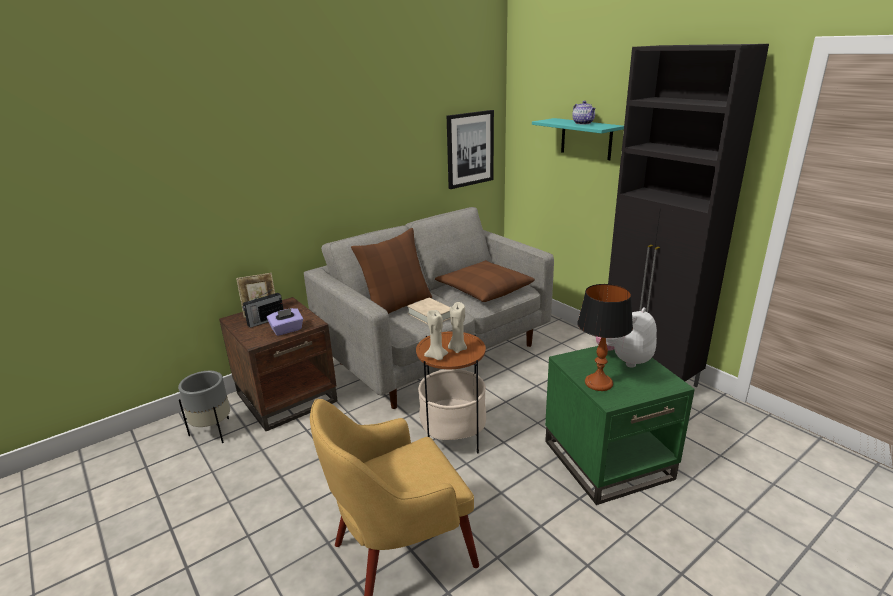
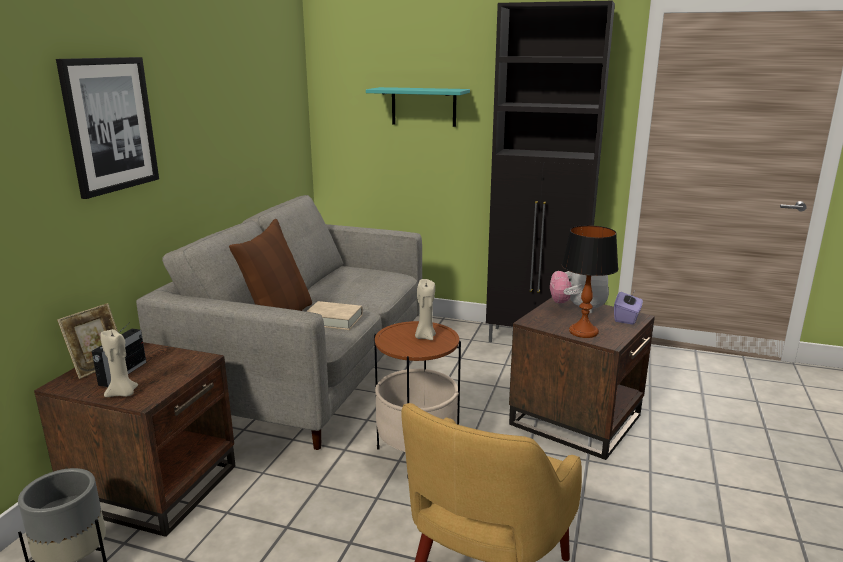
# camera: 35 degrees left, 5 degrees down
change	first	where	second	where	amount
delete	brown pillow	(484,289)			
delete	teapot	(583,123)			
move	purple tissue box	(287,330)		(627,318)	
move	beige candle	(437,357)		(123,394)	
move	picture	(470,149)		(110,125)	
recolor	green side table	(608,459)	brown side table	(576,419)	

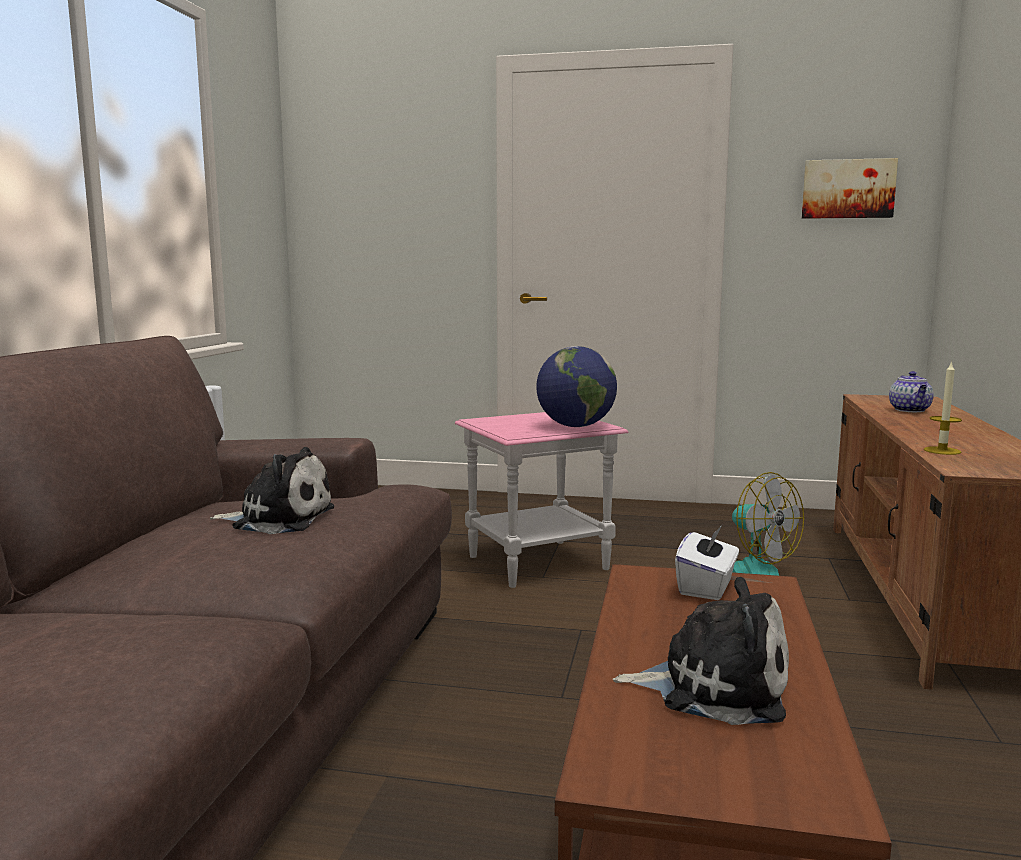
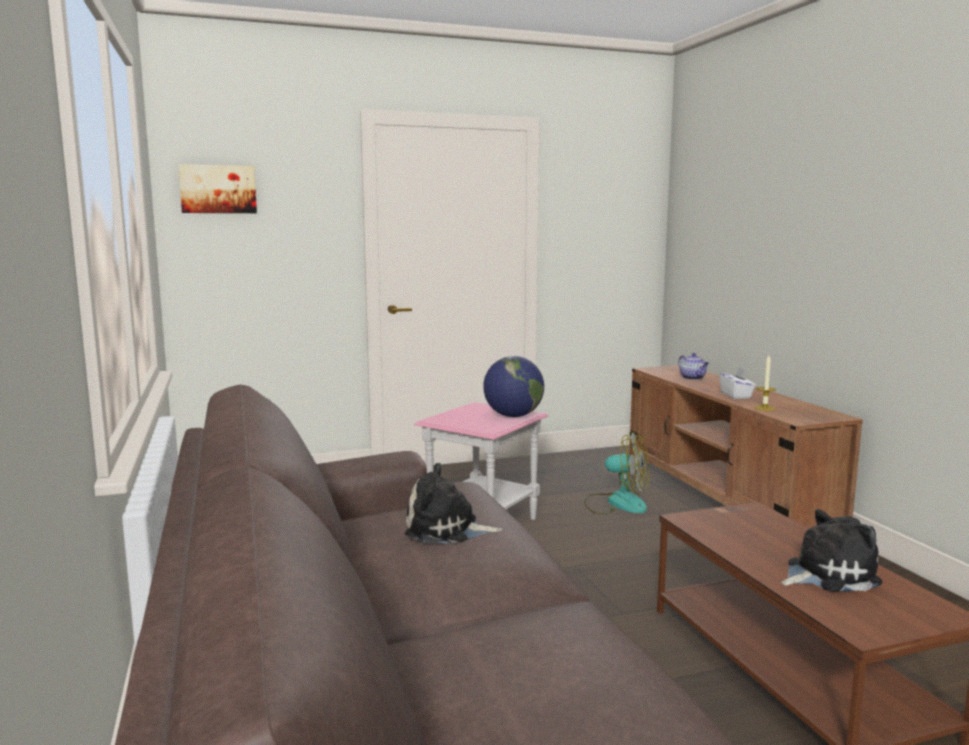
# camera: 30 degrees left, 0 degrees up
change	first	where	second	where	amount
move	white tissue box	(706,587)		(736,395)	
move	picture	(848,189)		(218,189)	
rotate	plush toy	(279,519)		(446,530)	150 degrees counterclockwise

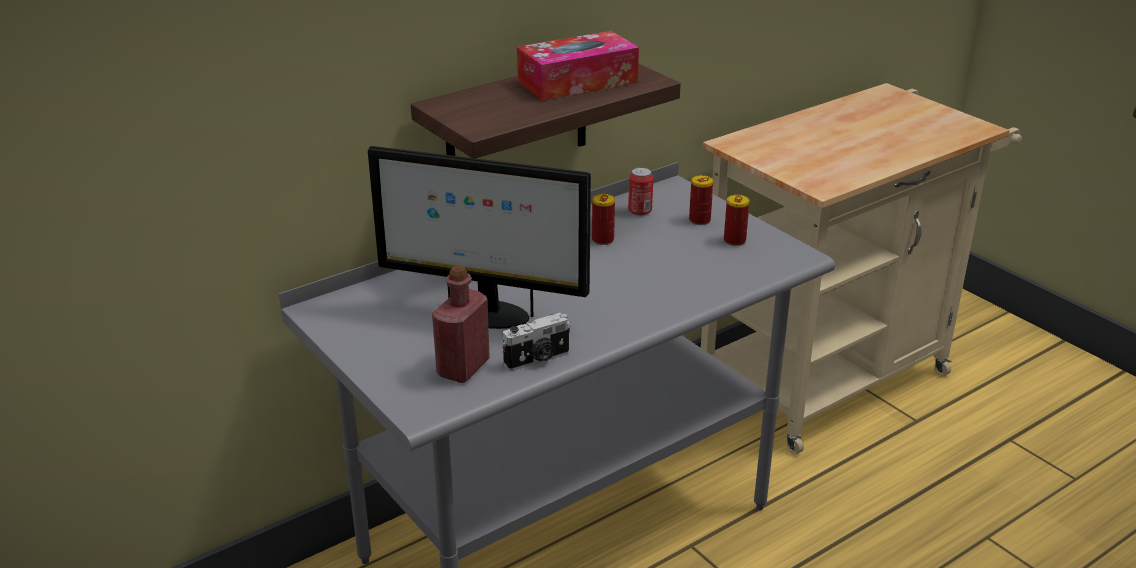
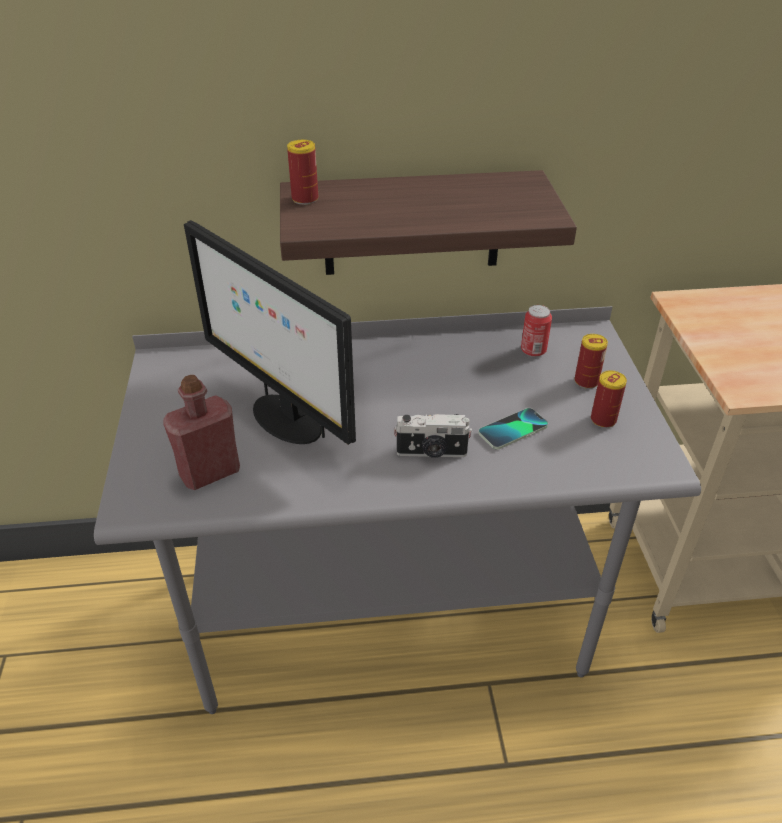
# camera: 30 degrees right, 10 degrees up
change	first	where	second	where	amount
delete	tissue box	(577,82)			
insert			phone	(513,430)	
move	photo camera	(538,360)		(431,453)	
move	can	(602,240)		(305,199)	

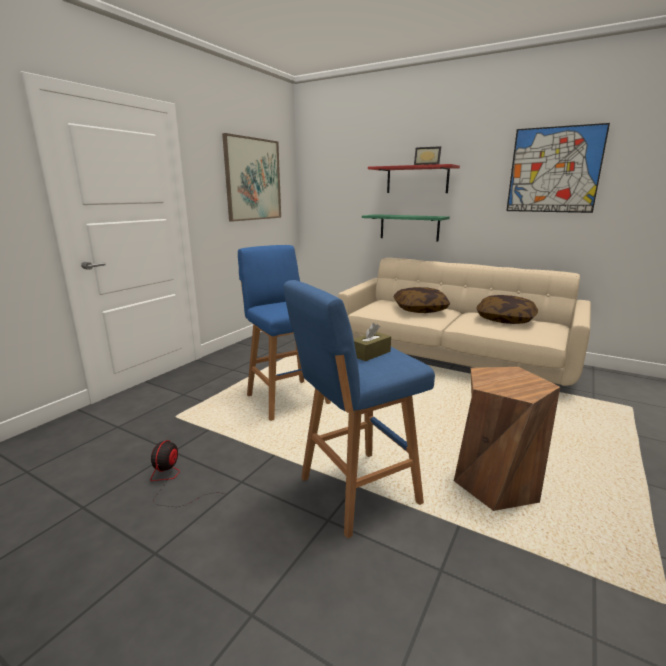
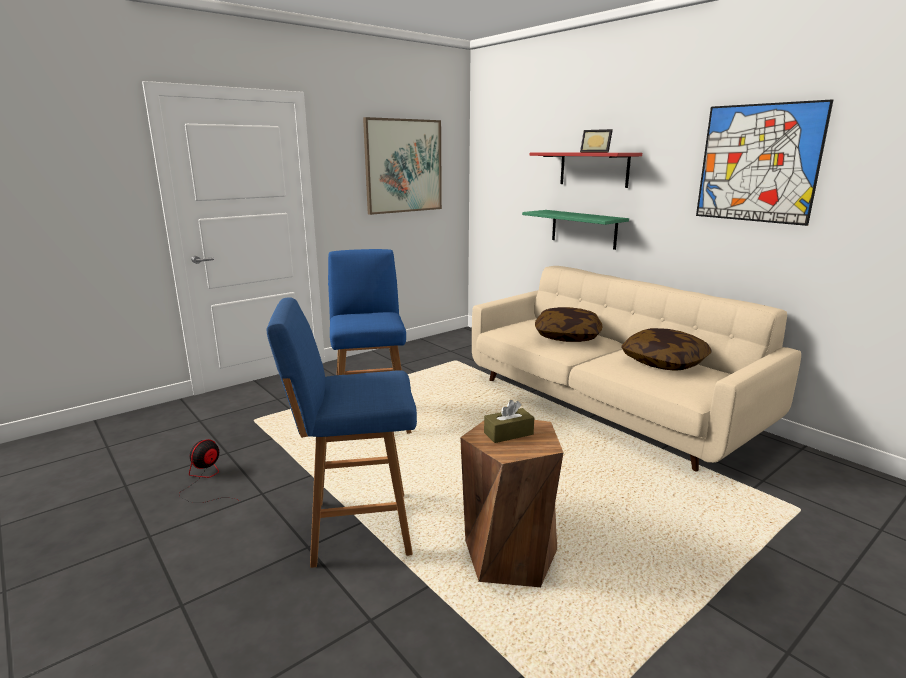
# camera: 20 degrees right, 0 degrees up
change	first	where	second	where	amount
move	brown tissue box	(370,353)		(508,433)	

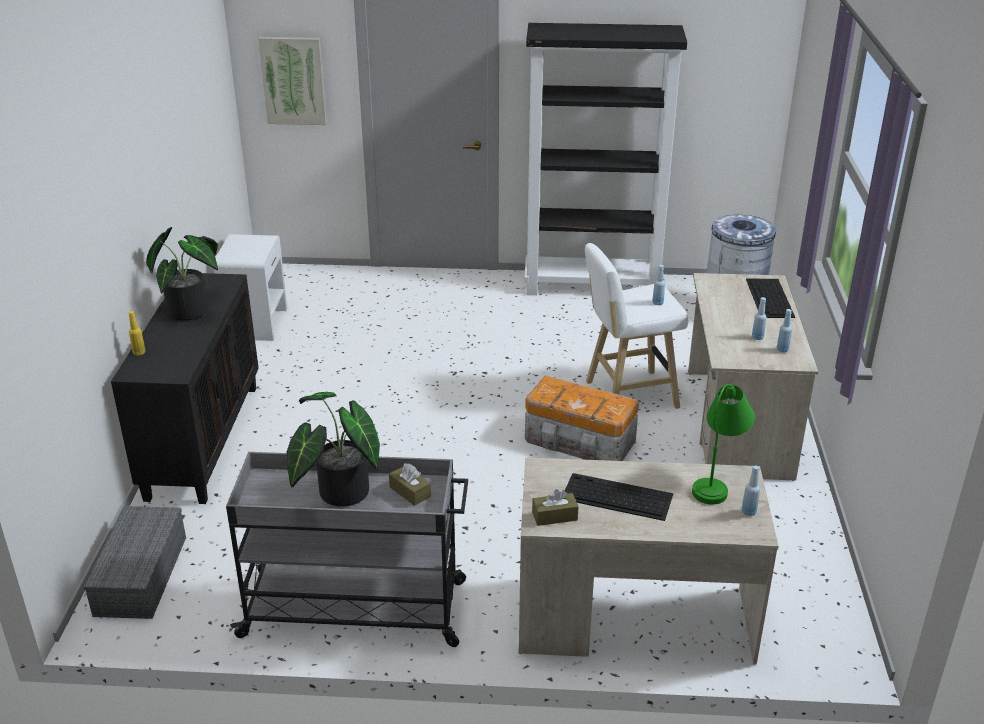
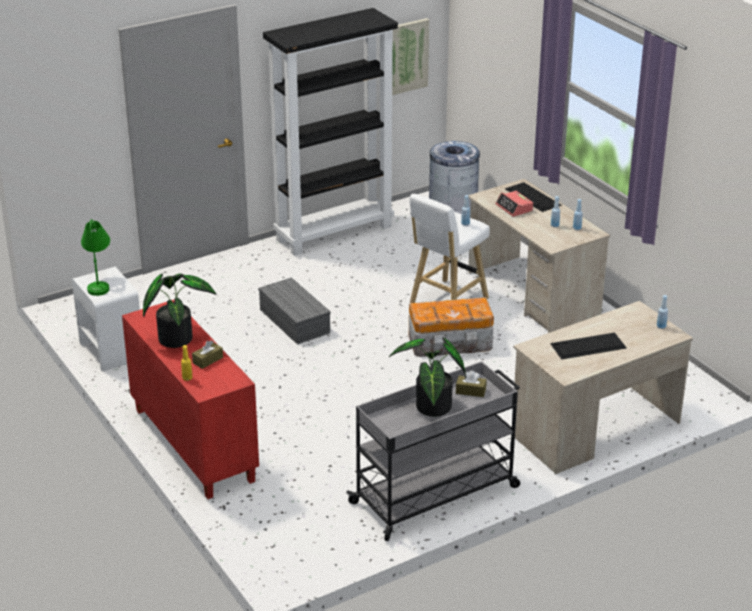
# camera: 35 degrees left, 0 degrees up
change	first	where	second	where	amount
insert			alarm clock	(514,208)	
move	grey storage box	(142,576)		(296,321)	
move	picture	(293,80)		(405,56)	
move	brown tissue box	(554,516)		(208,360)	
move	green table lamp	(718,480)		(99,282)	
recolor	black cabinet	(203,440)	red cabinet	(192,445)	

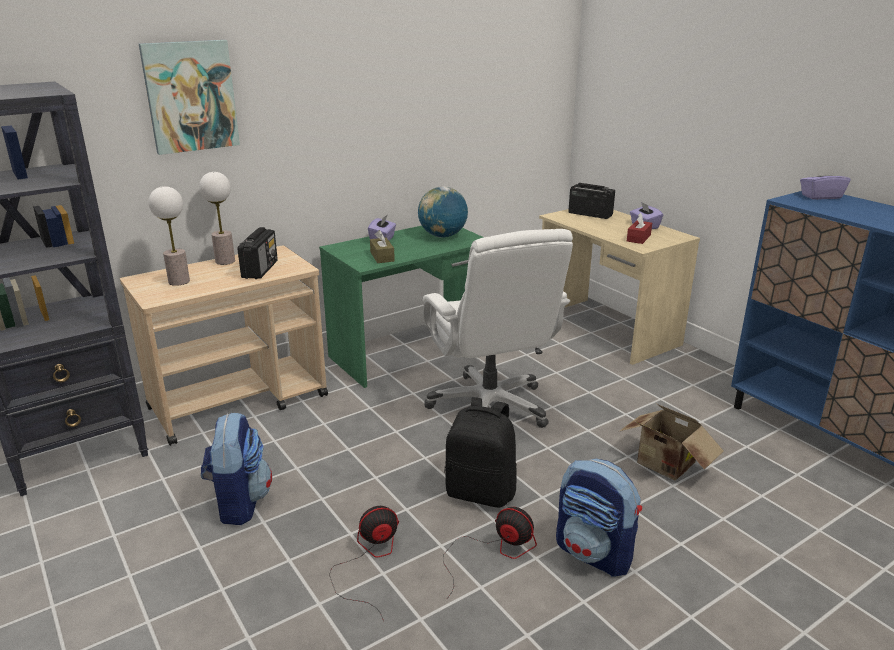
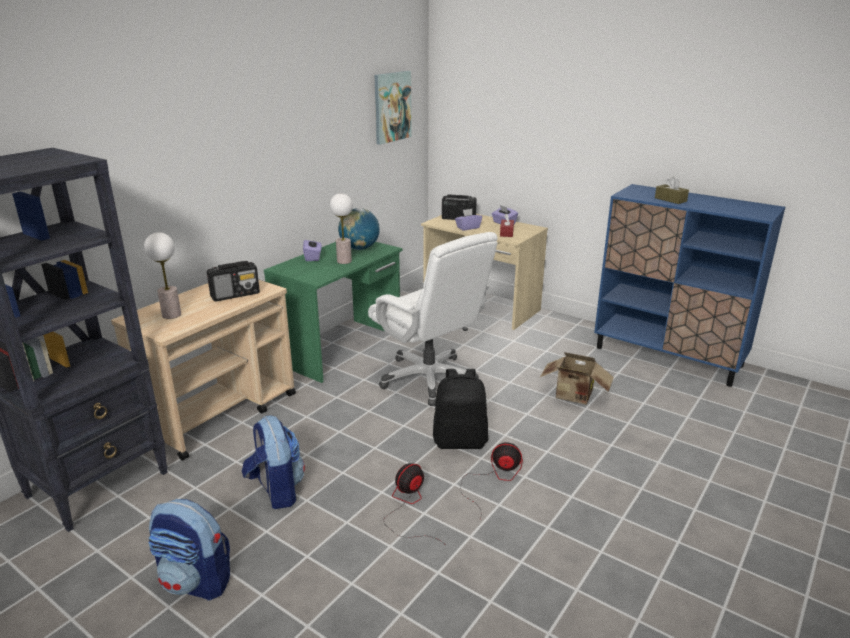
# camera: 20 degrees left, 0 degrees up
change	first	where	second	where	amount
move	picture	(190,96)		(392,107)	
move	table lamp	(225,261)		(344,261)	
move	brown tissue box	(382,257)		(670,200)	
move	backpack	(594,553)		(196,581)	
move	purple tissue box	(820,196)		(468,228)	
rotate	radio	(260,269)		(235,295)	75 degrees clockwise

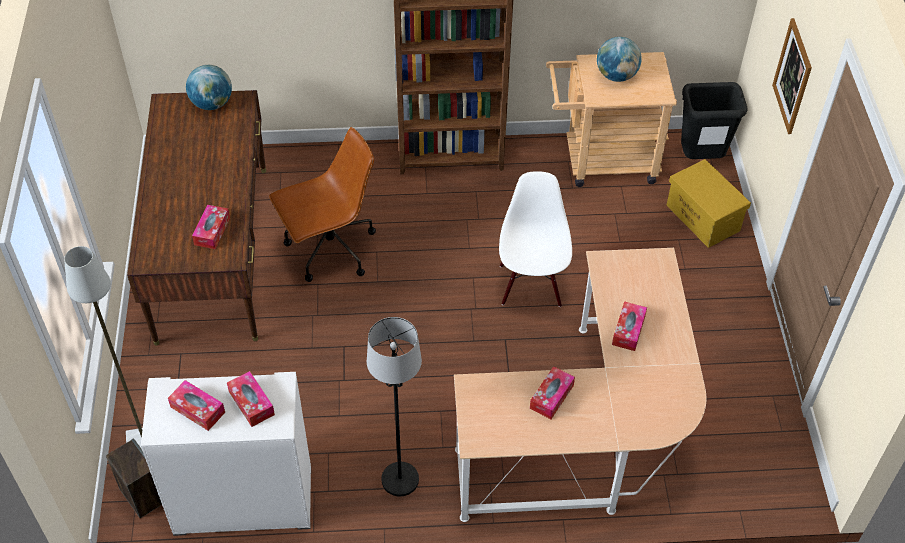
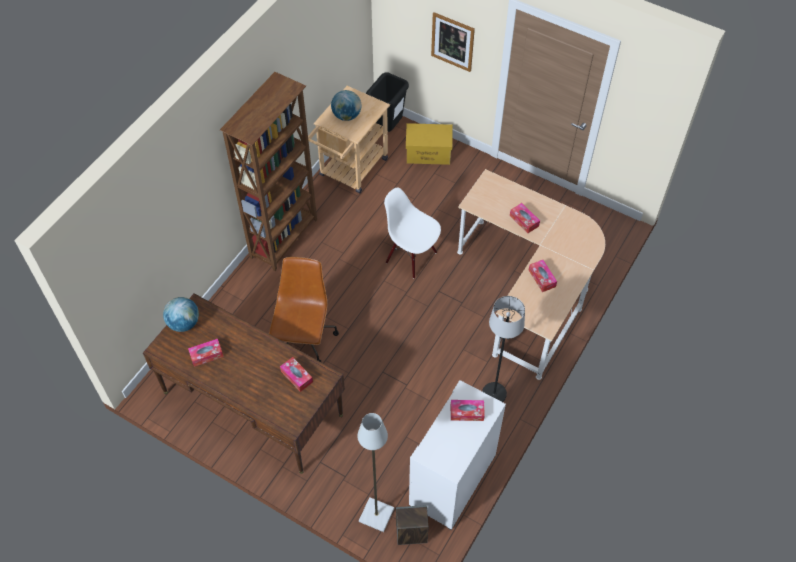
# camera: 55 degrees left, 5 degrees up
change	first	where	second	where	amount
move	tissue box	(197,409)		(206,355)	

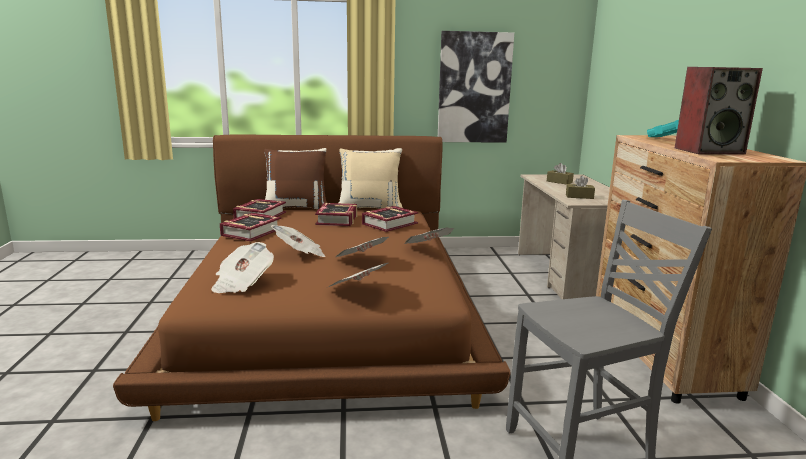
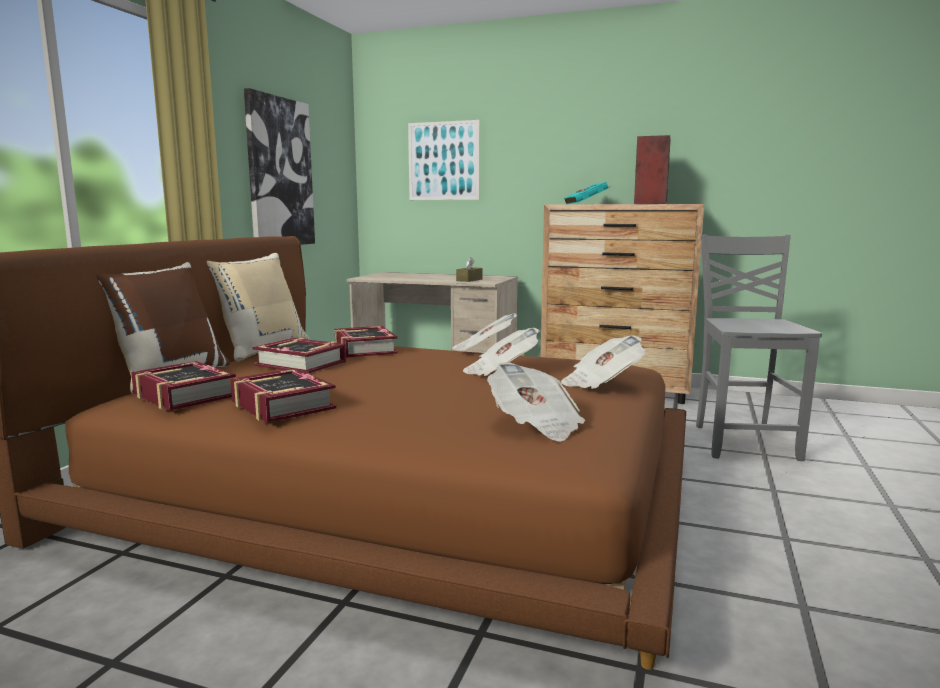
# camera: 65 degrees left, 5 degrees down
change	first	where	second	where	amount
delete	newspaper	(300,254)			
delete	brown tissue box	(559,182)			
insert			picture	(443,161)	

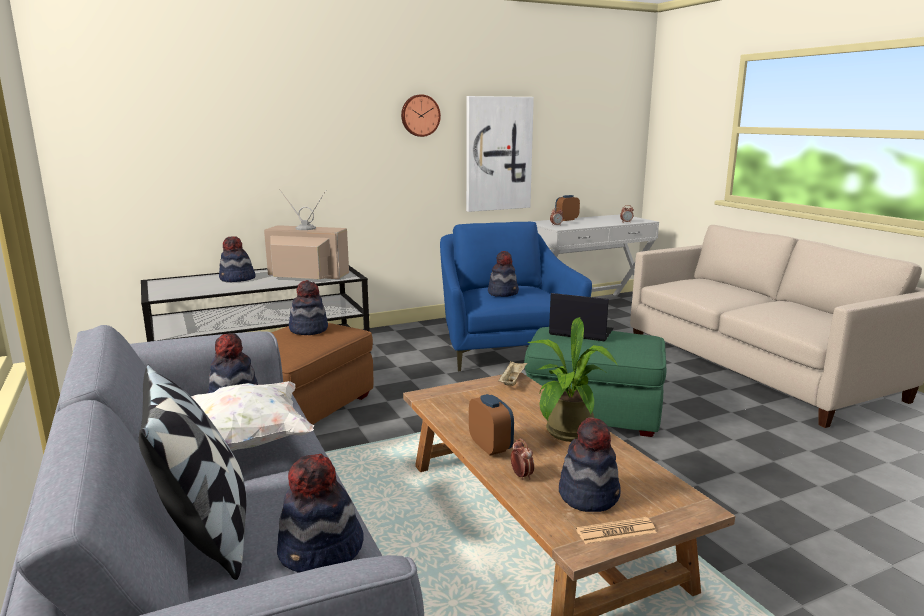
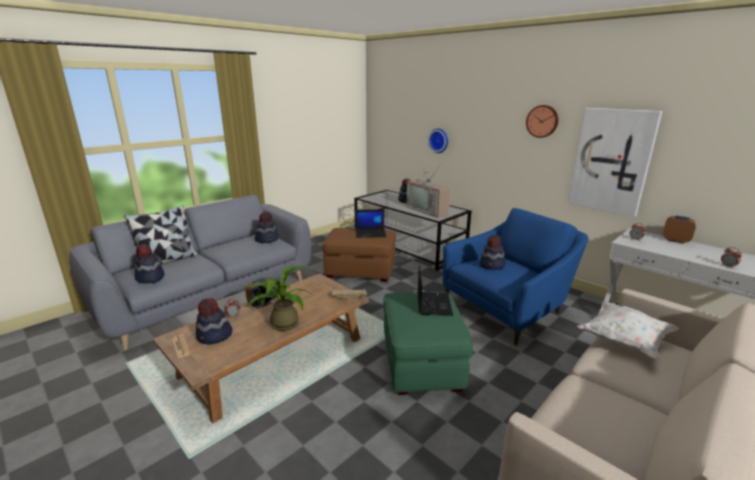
# camera: 70 degrees right, 5 degrees up
change	first	where	second	where	amount
insert			wall clock	(439,140)	
move	white pillow	(246,441)		(623,341)	
replace	hat	(308,329)	laptop	(371,233)	
rotate	television	(305,275)		(429,210)	150 degrees clockwise

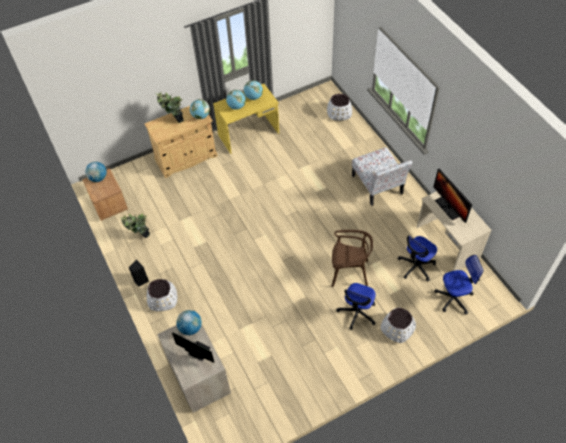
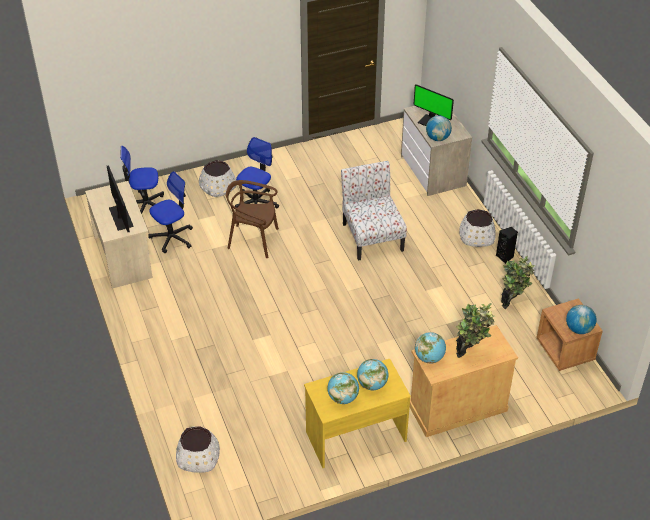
# camera: 175 degrees left, 10 degrees down
change	first	where	second	where	amount
move	chair	(378,185)		(372,236)	

